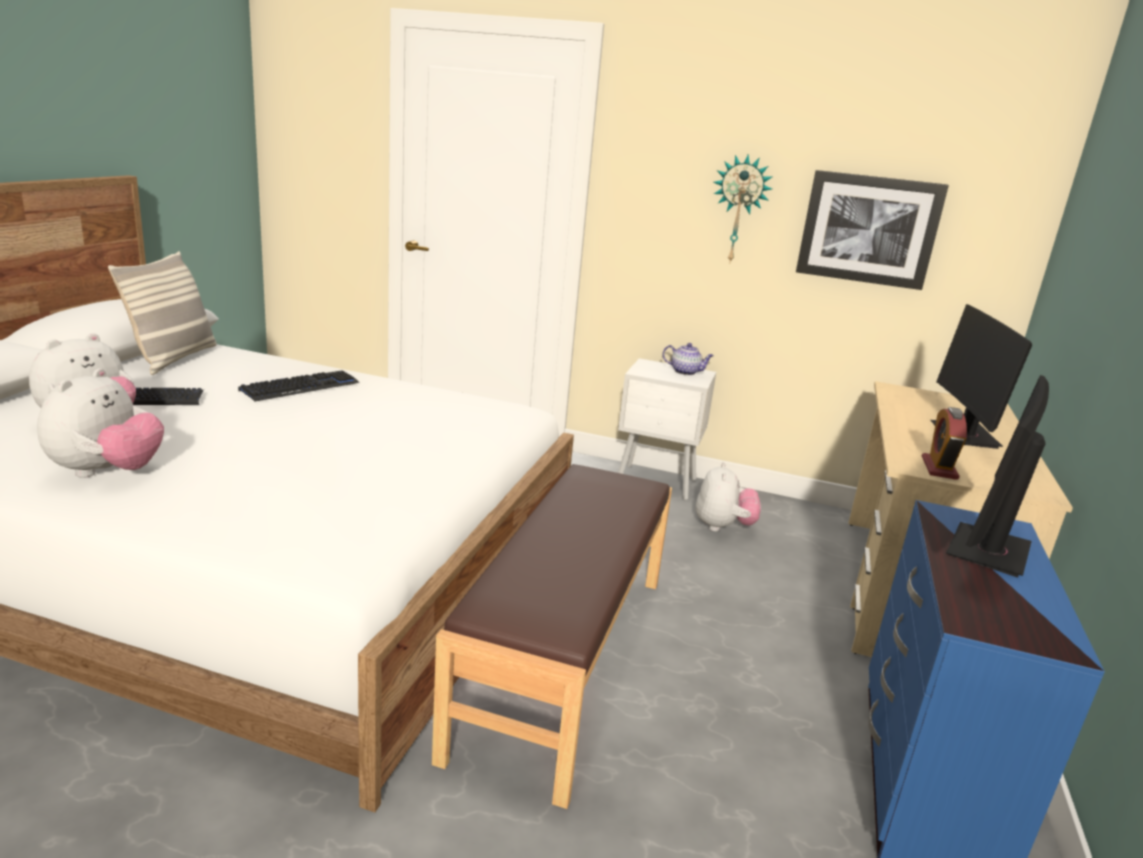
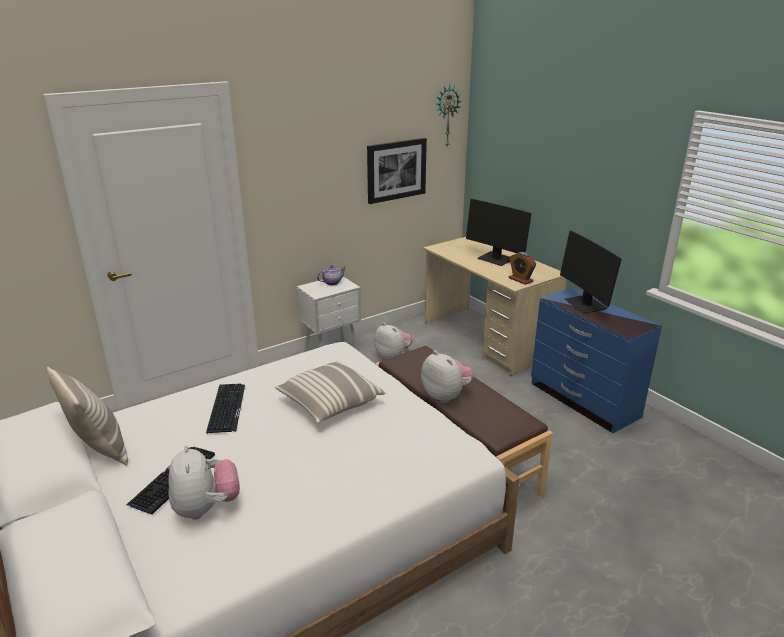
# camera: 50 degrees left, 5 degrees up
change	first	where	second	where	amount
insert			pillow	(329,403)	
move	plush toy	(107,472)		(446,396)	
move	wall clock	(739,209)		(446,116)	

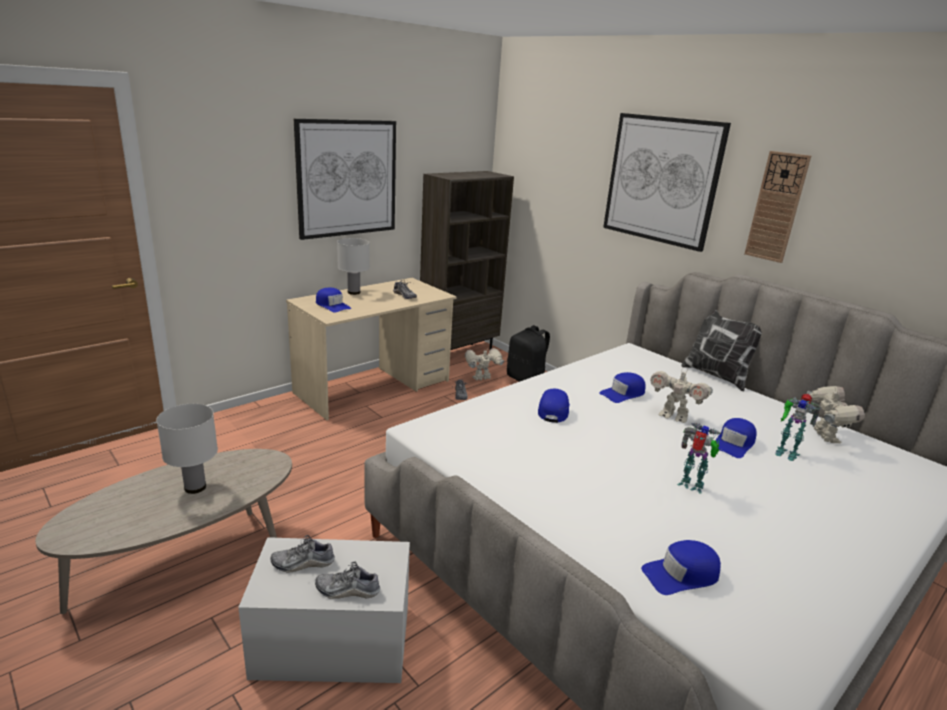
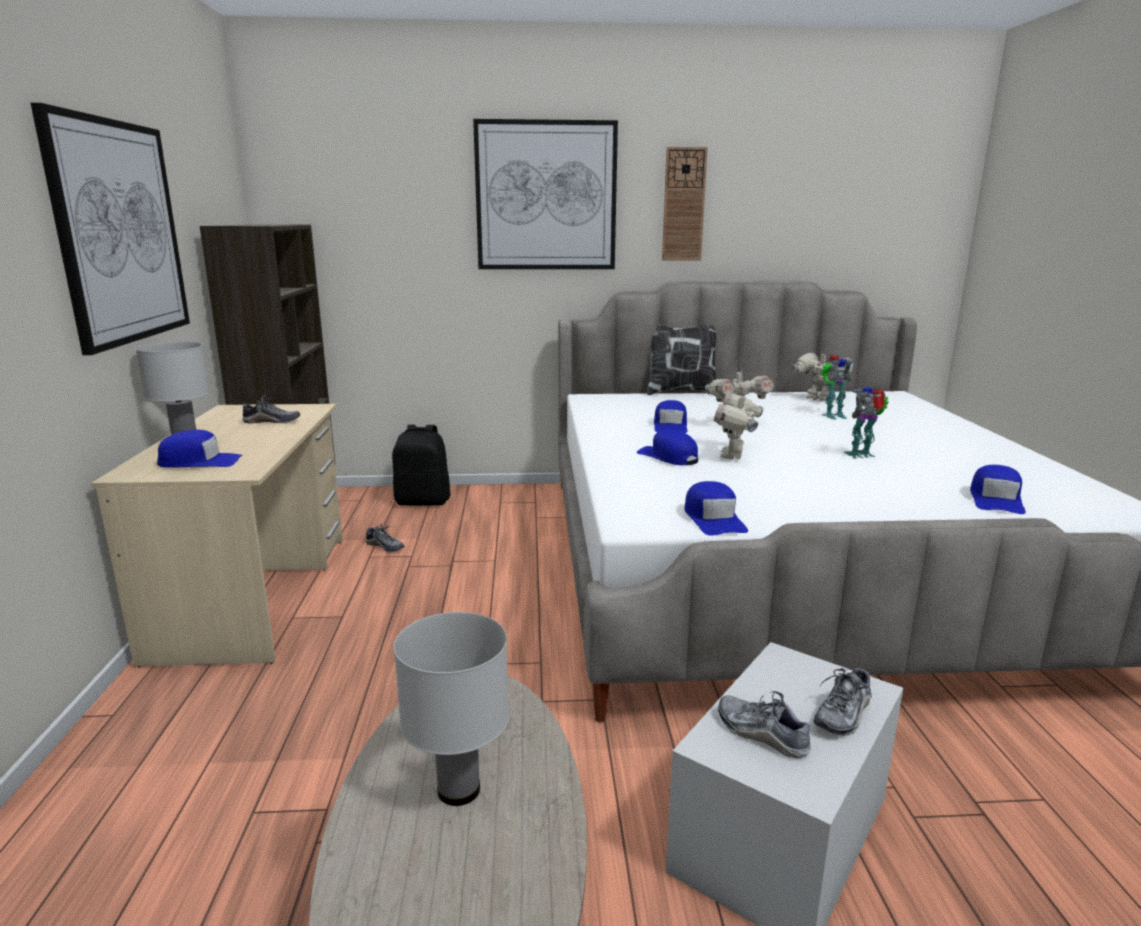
# camera: 50 degrees left, 5 degrees down
change	first	where	second	where	amount
move	toy robot	(482,379)		(734,456)	
move	blue cap	(734,443)		(713,519)	
rotate	shoe	(303,563)		(761,734)	105 degrees clockwise

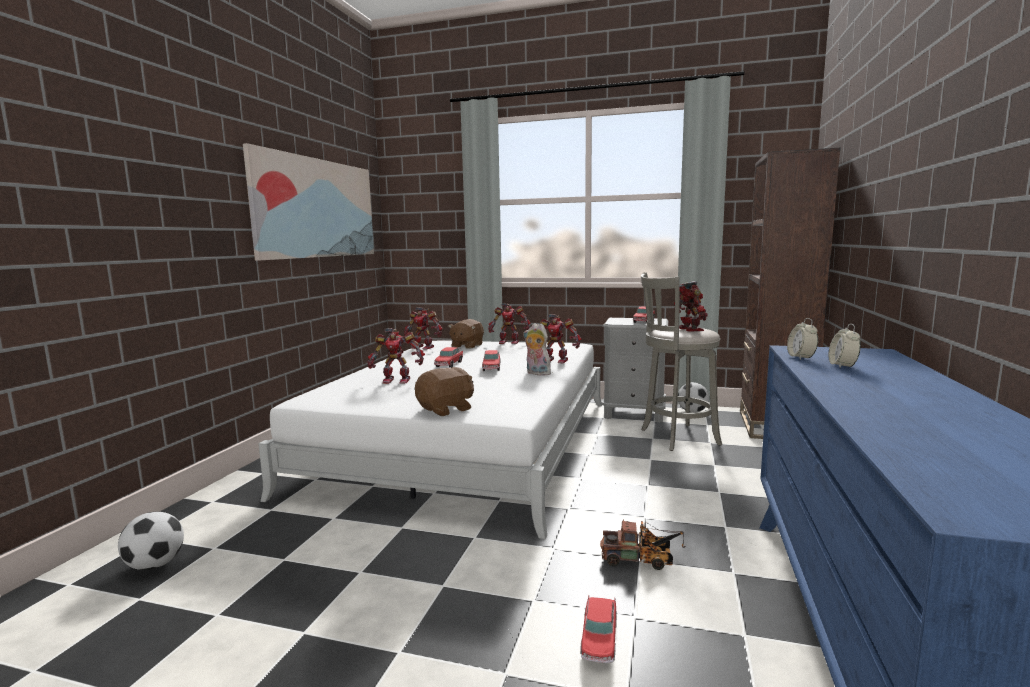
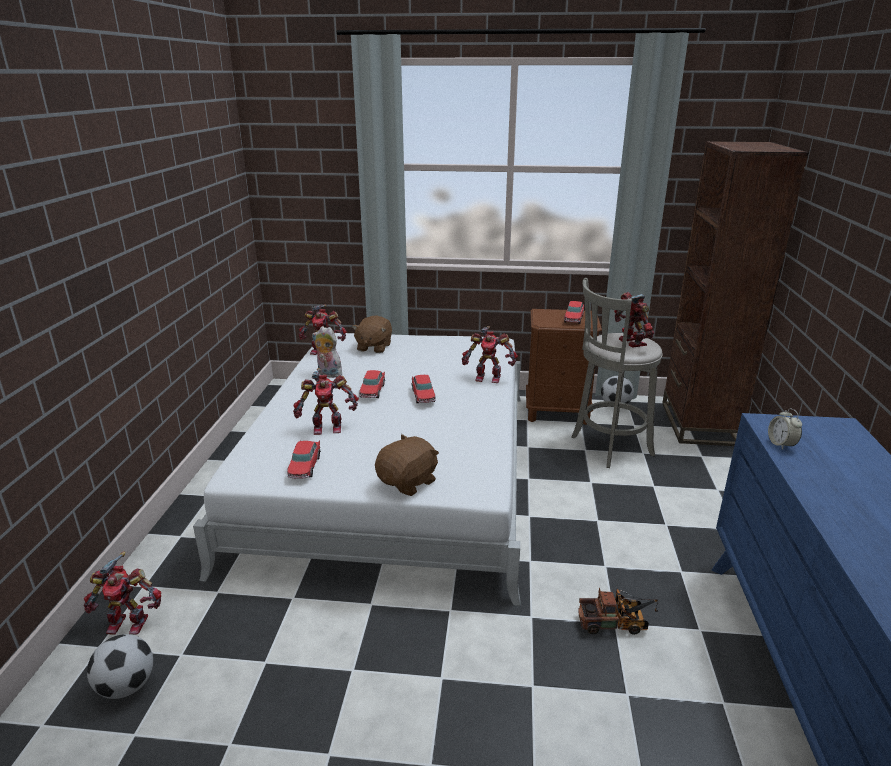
# camera: 10 degrees left, 15 degrees up
change	first	where	second	where	amount
delete	picture	(318,208)			
delete	alarm clock	(842,366)			
move	toy robot	(509,342)		(129,622)	
move	plush toy	(536,373)		(328,374)	
move	toy car	(599,639)		(305,467)	
recolor	grey nightstand	(634,414)	brown nightstand	(557,412)	

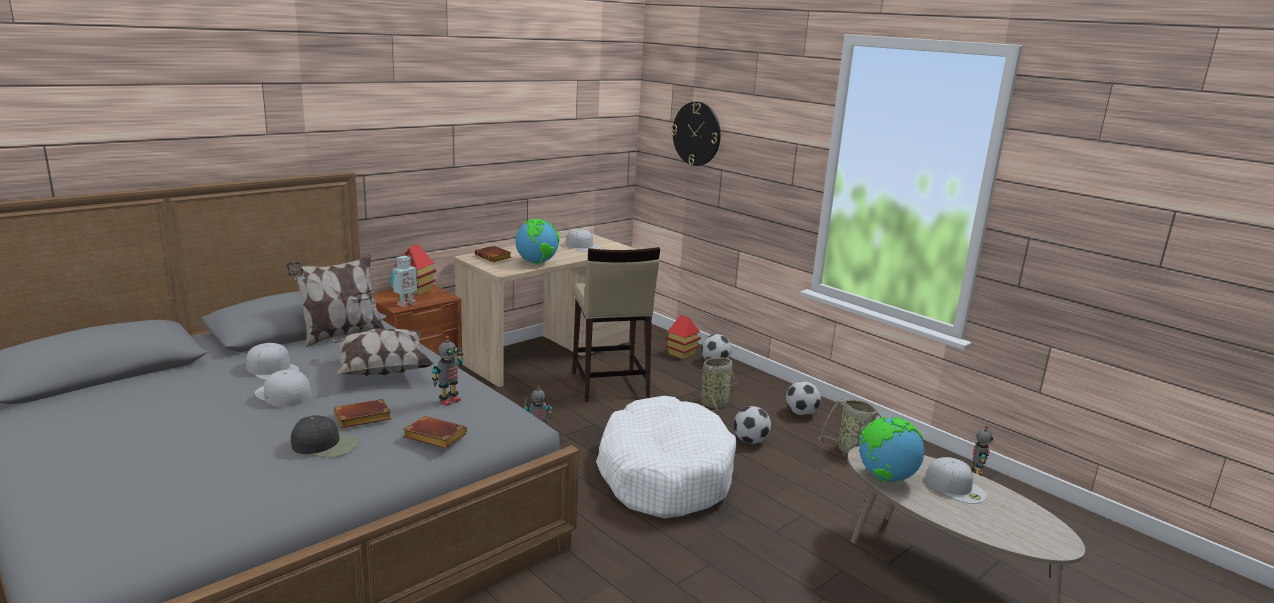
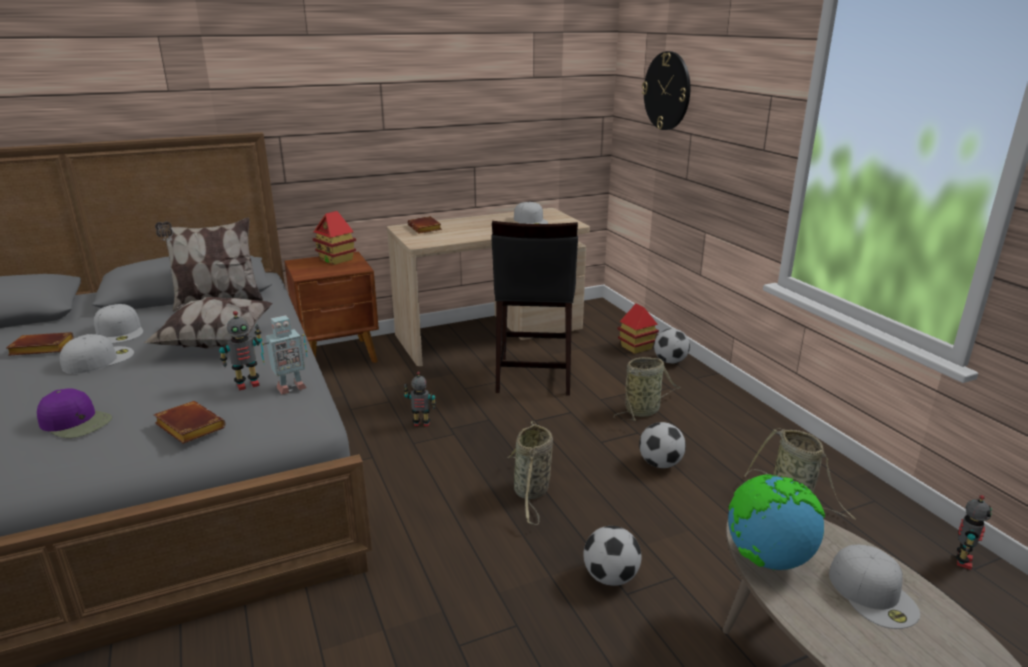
# camera: 20 degrees right, 5 degrees up
change	first	where	second	where	amount
delete	globe	(537,263)			
move	brown book	(361,419)		(40,349)	
move	toy robot	(405,304)		(290,387)	
move	football	(801,413)		(610,577)	
replace	white dog bed	(664,474)	basket	(531,492)	
recolor	black cap	(326,445)	purple cap	(76,422)	
recolor	beige stool	(609,385)	black stool	(533,376)	
rotate	white cap	(282,394)		(99,359)	75 degrees clockwise

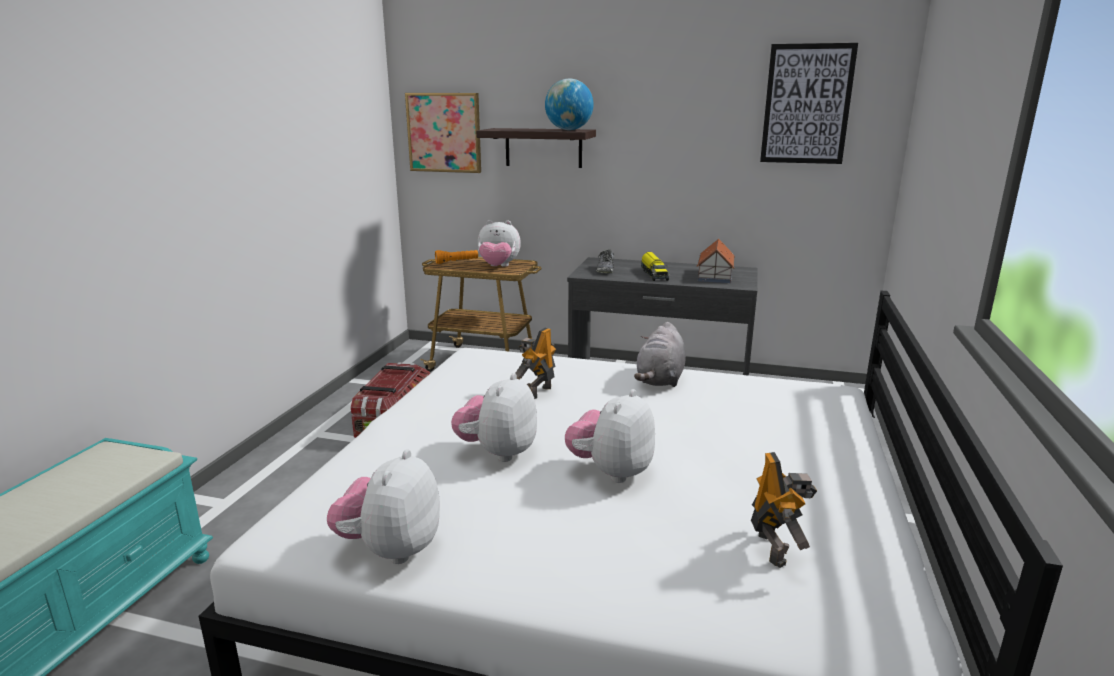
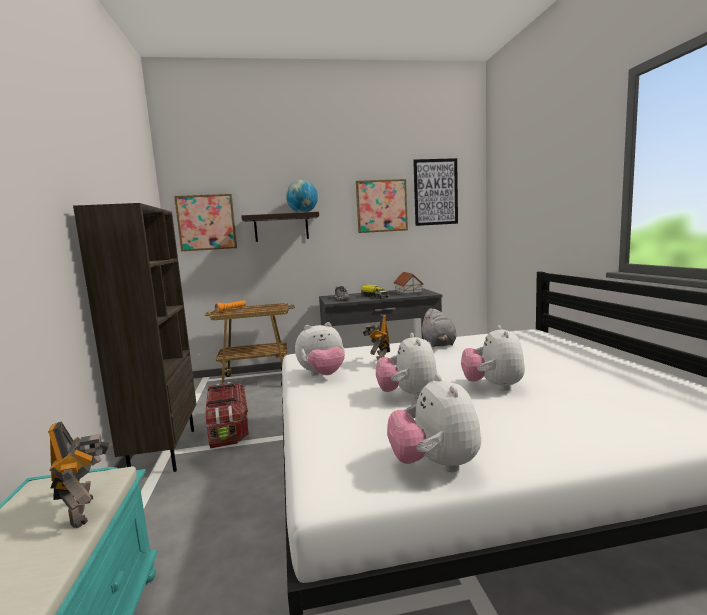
# camera: 25 degrees left, 10 degrees down
change	first	where	second	where	amount
insert			brown bookcase	(163,451)	
insert			picture	(381,206)	
move	plush toy	(498,267)		(322,375)	
move	toy robot	(774,548)		(86,510)	

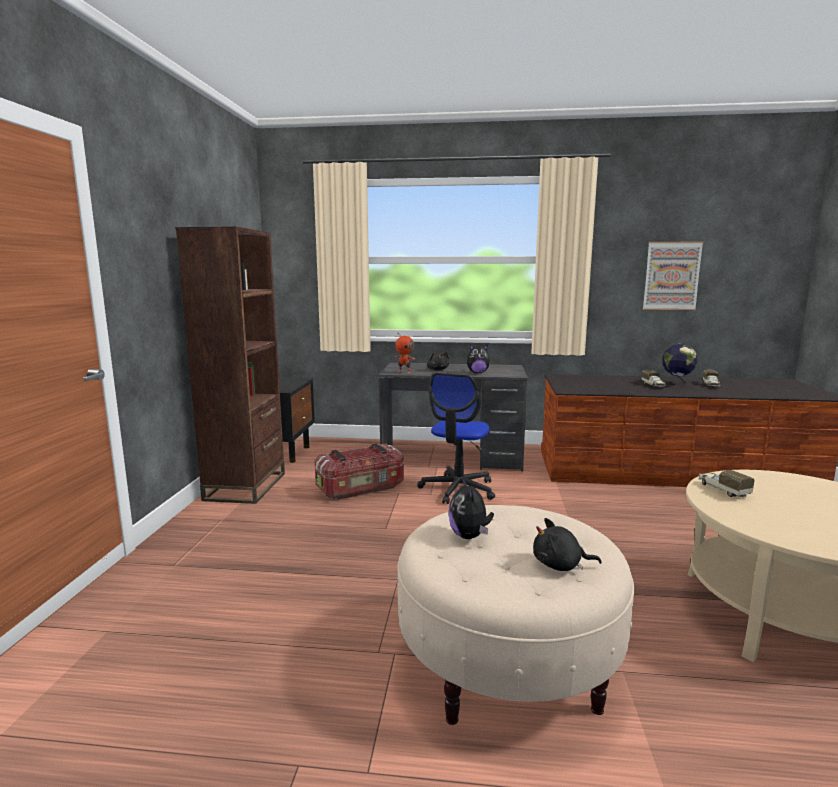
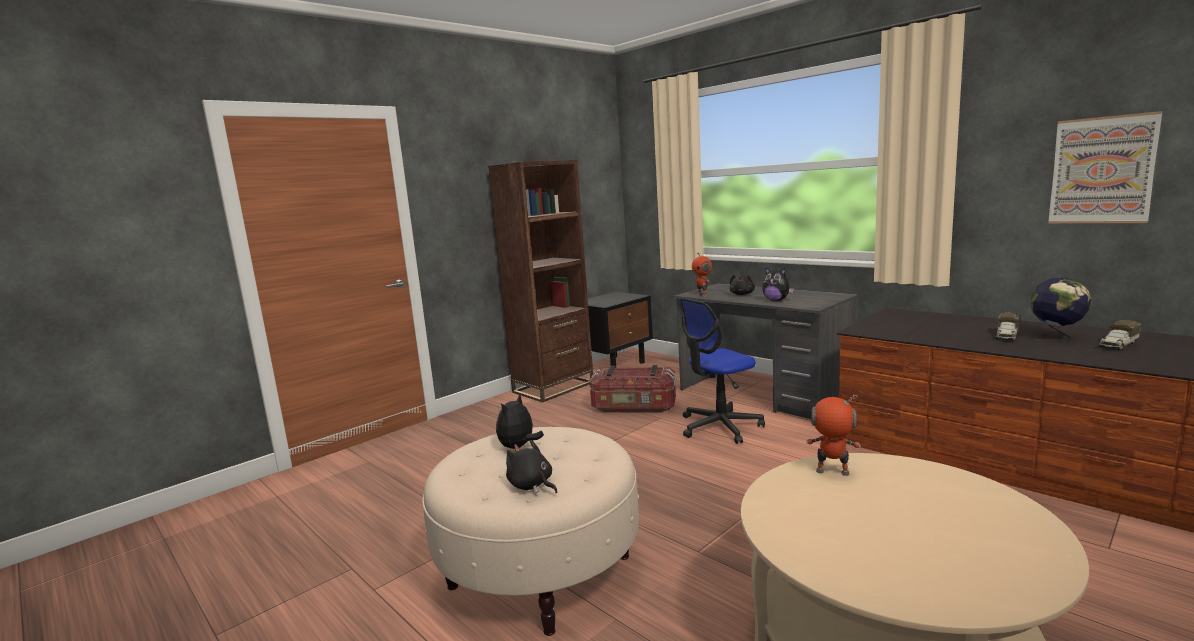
# camera: 40 degrees right, 0 degrees up
change	first	where	second	where	amount
replace	toy truck	(722,490)	toy robot	(832,473)	

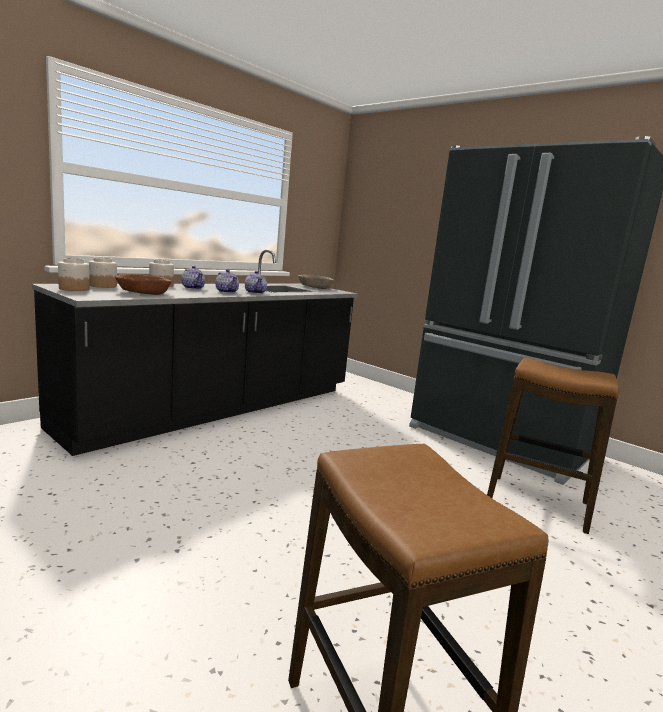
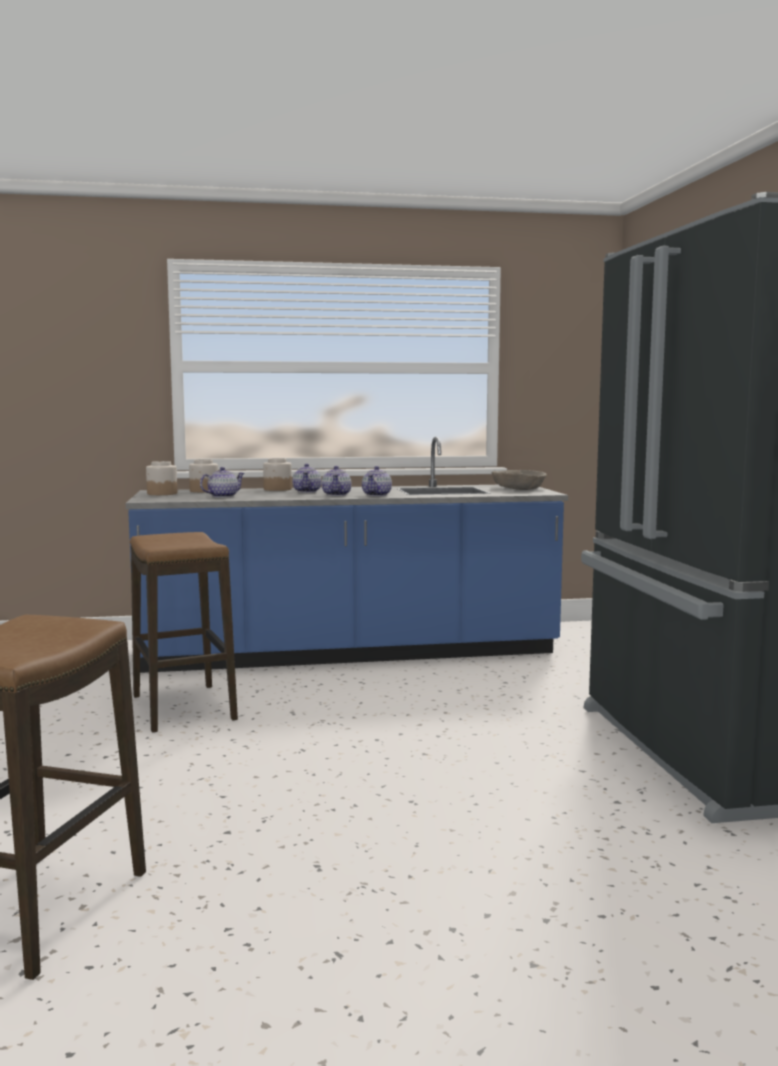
# camera: 40 degrees right, 5 degrees down
change	first	where	second	where	amount
move	stool	(537,503)		(183,708)	
replace	brown bowl	(143,293)	teapot	(222,496)	
recolor	black counter	(219,408)	blue counter	(349,652)	

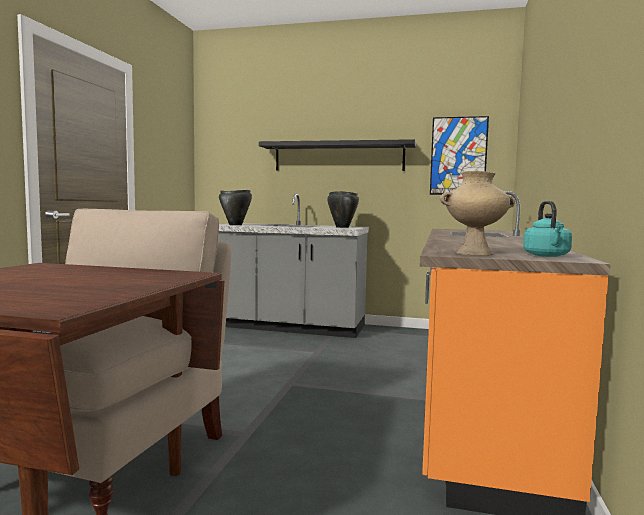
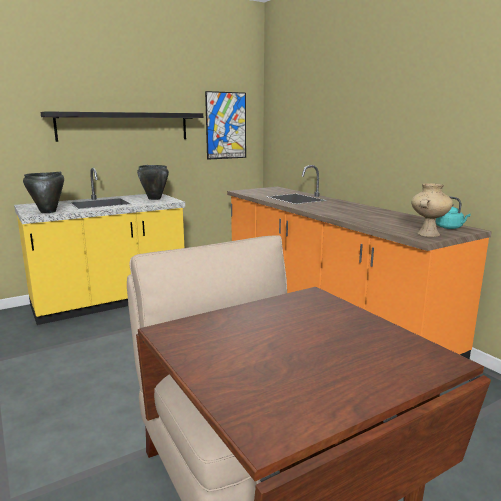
# camera: 45 degrees left, 10 degrees up
change	first	where	second	where	amount
recolor	grey counter	(289,327)	yellow counter	(110,302)	

